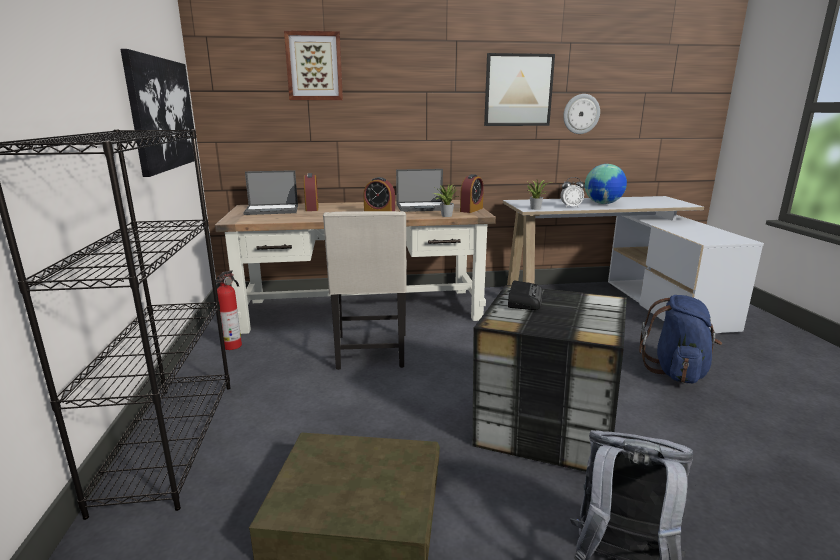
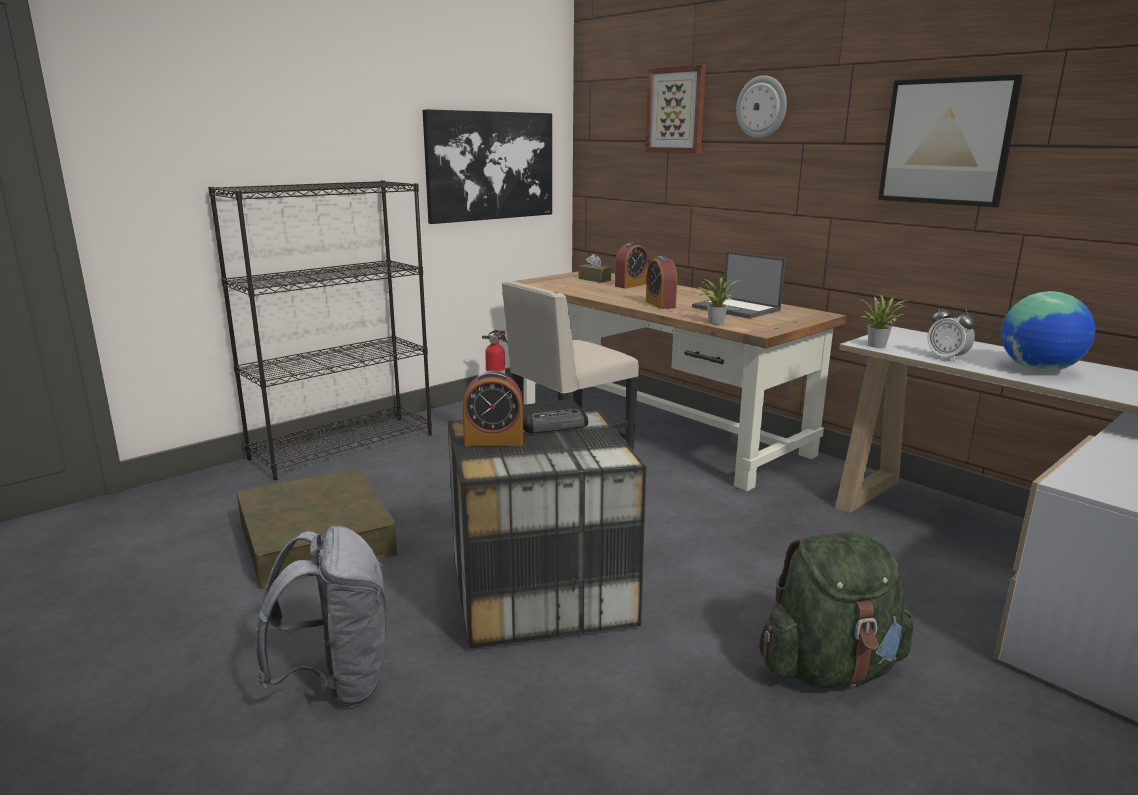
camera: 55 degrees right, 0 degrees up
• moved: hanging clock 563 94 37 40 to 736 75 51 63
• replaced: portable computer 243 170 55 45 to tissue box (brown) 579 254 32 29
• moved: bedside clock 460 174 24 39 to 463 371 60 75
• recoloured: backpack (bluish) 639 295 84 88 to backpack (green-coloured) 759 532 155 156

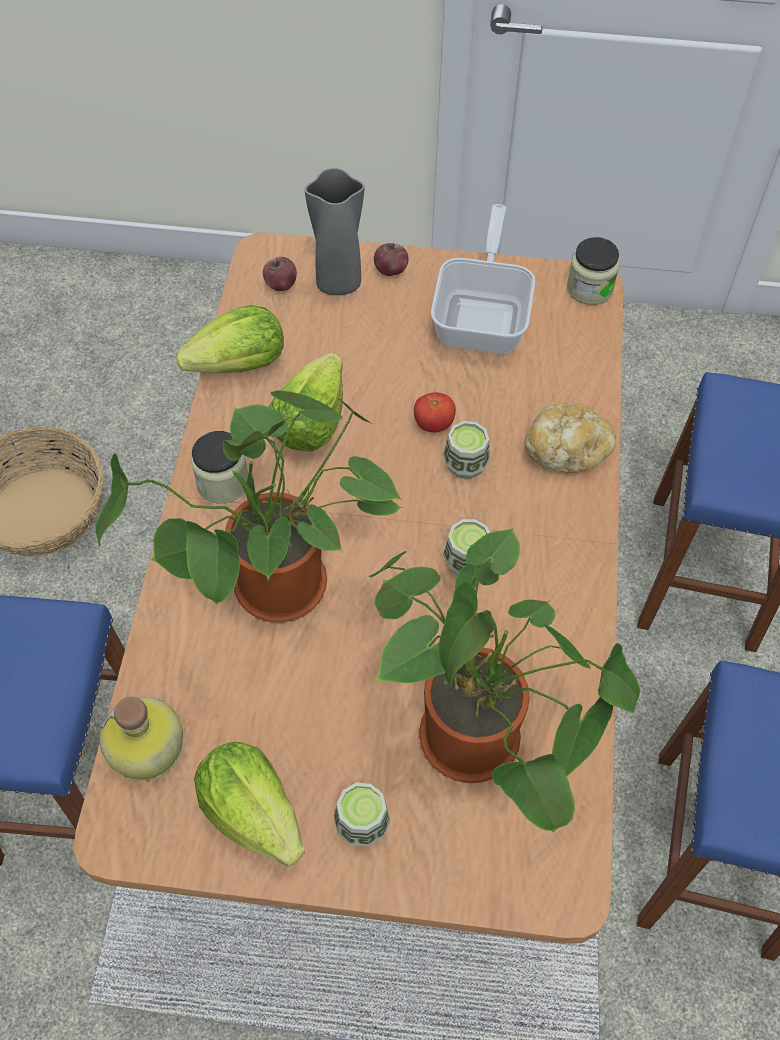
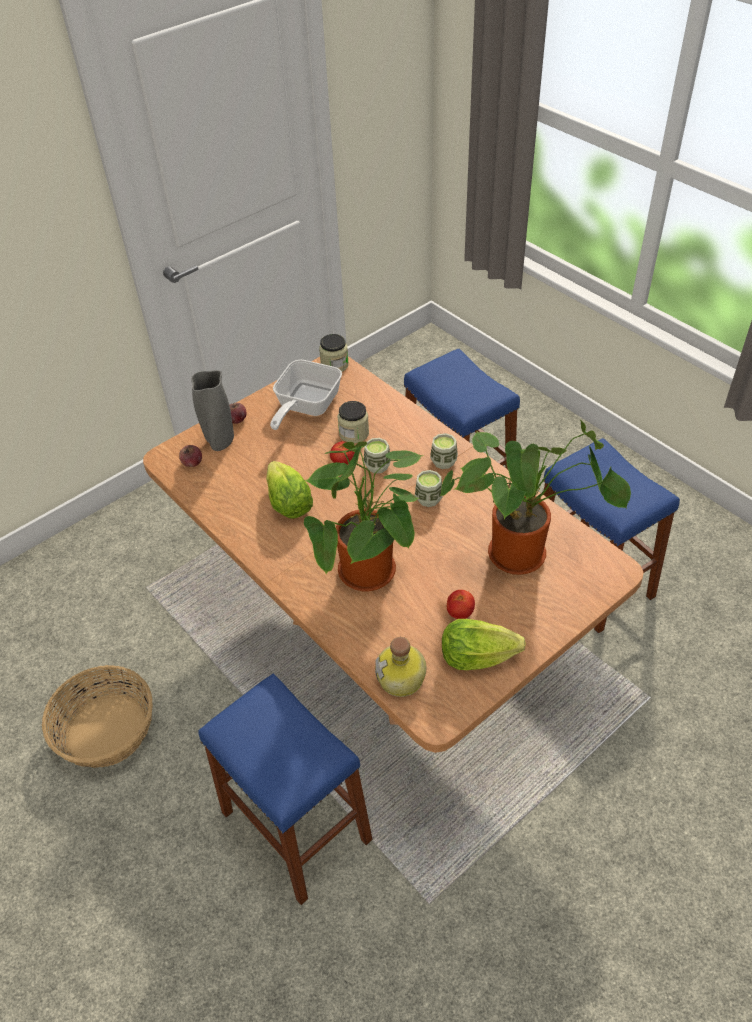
camera: 45 degrees left, 10 degrees down
• turned: skillet 431 204 104 150 = 270 360 72 70 120 degrees counterclockwise
• removed: lettuce 176 305 108 69
• removed: baked bread 524 402 92 71
• moved: storage jar 191 431 57 73 to 337 401 32 43
• moved: drinking cup 334 783 56 63 to 430 433 28 36
• added: whole tomato 447 590 28 29

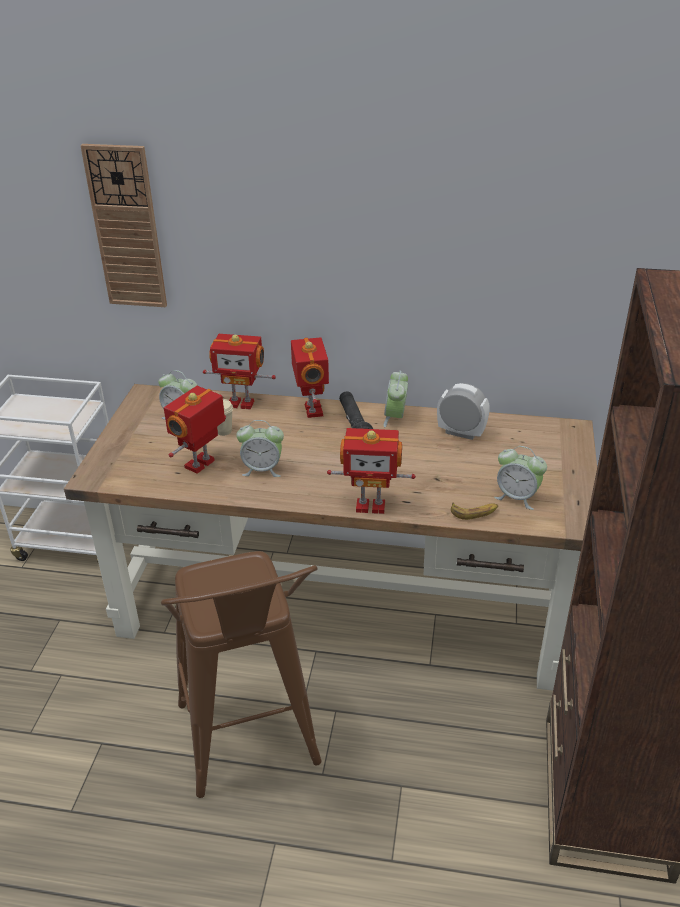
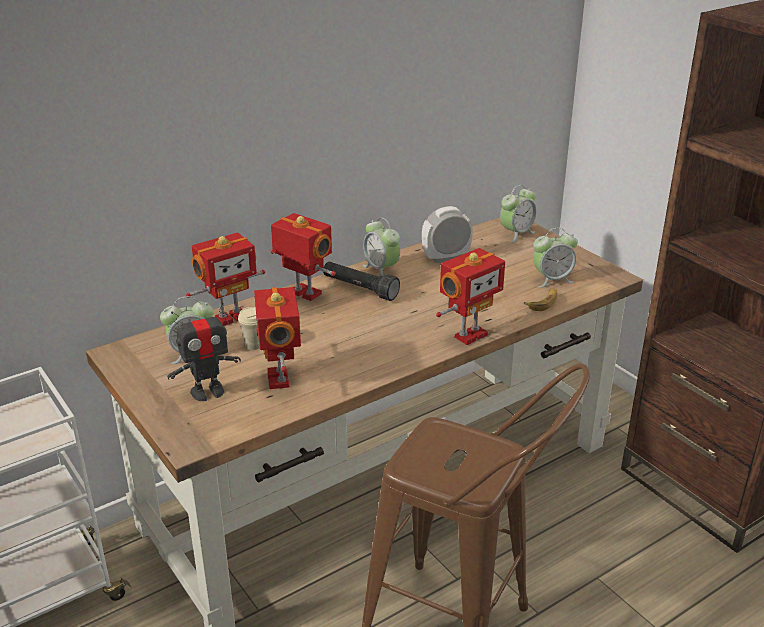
camera: 45 degrees left, 5 degrees down
• removed: hanging clock 80 144 87 163
• moved: bedside clock 236 420 48 57 to 500 185 37 57
• added: model robot 167 302 74 99

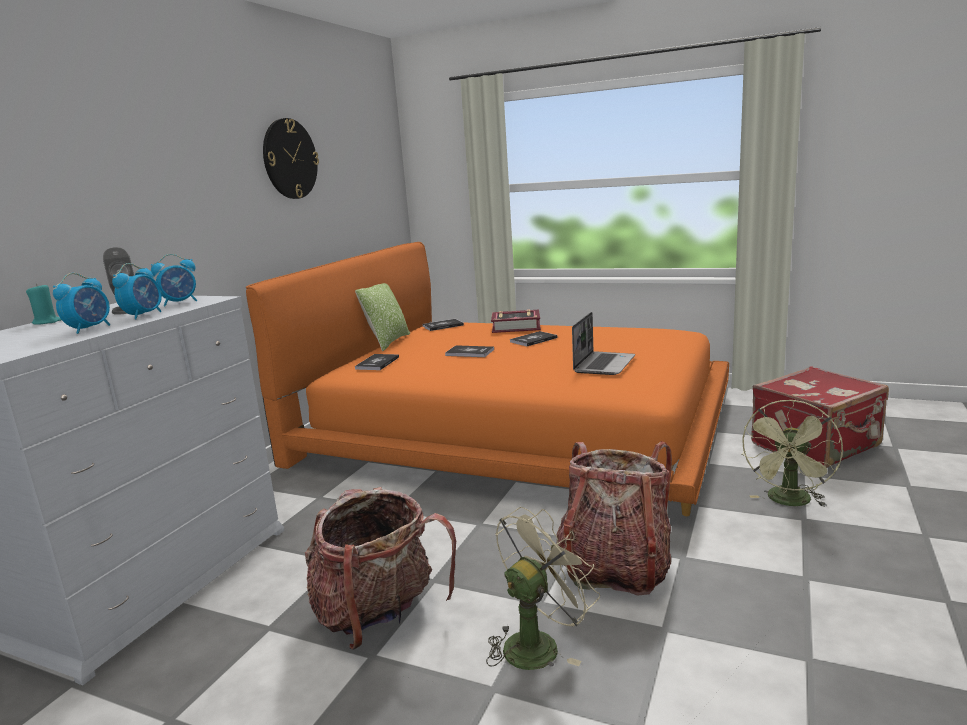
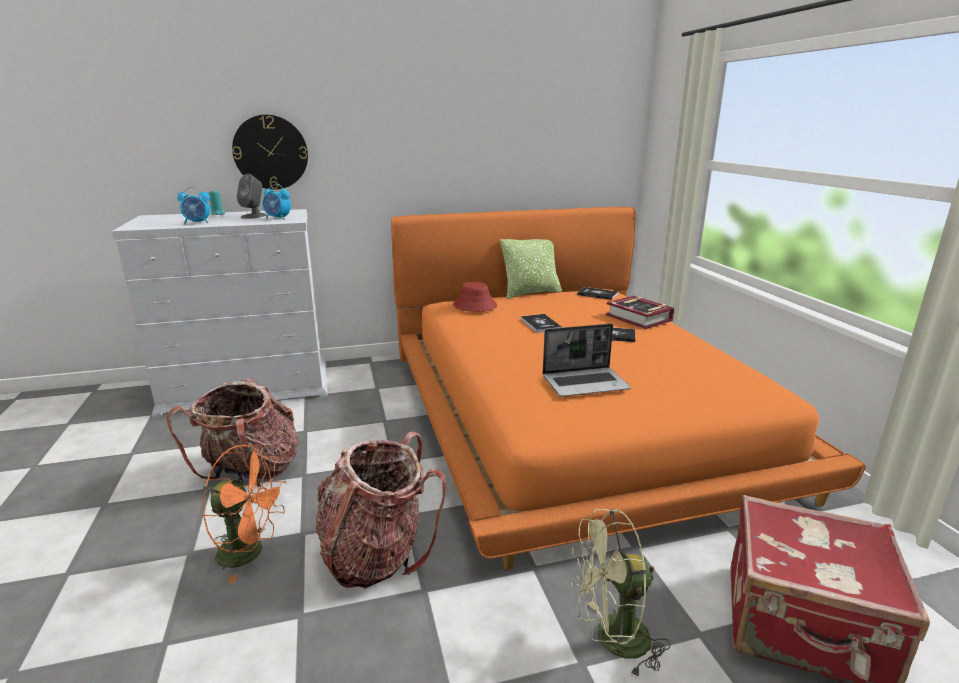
camera: 50 degrees right, 5 degrees up
• moved: hanging clock 263 118 56 81 to 232 115 76 75
• removed: bedside clock 112 263 50 57
• replaced: volume 355 354 44 16 to hat (reddish) 453 282 44 30
• recoloured: cooling fan (beige-coloured) 486 507 114 163 to cooling fan (orange) 203 444 84 139

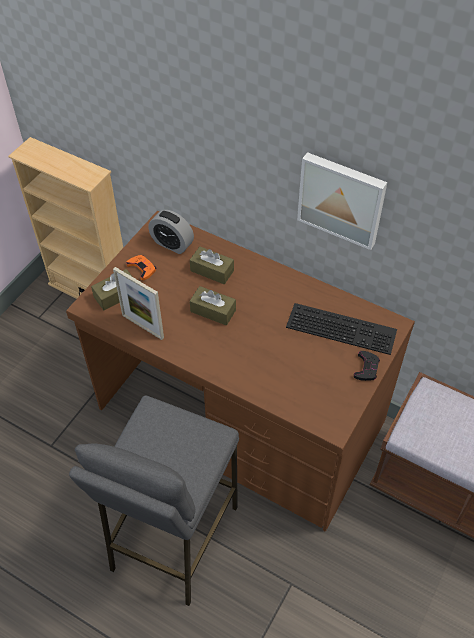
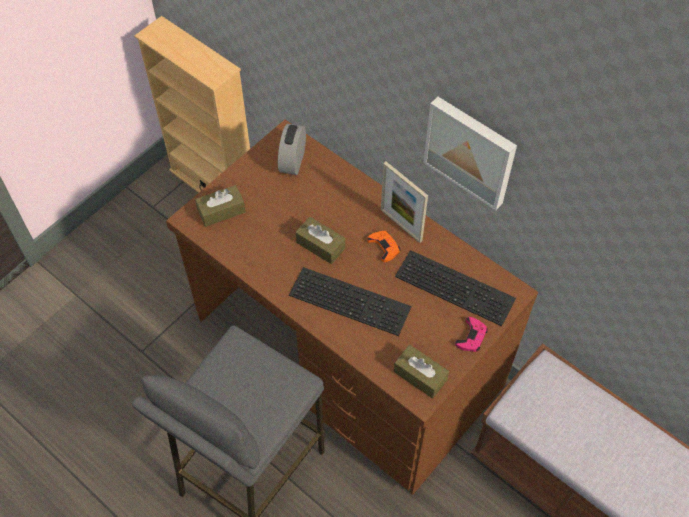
camera: 10 degrees right, 5 degrees up
• turned: bedside clock 148 210 46 44 = 278 124 28 51 60 degrees clockwise
• moved: tissue box (brown) 190 246 44 38 to 394 345 55 54
• moved: joypad (orange) 126 255 30 25 to 367 231 34 31
• moved: picture frame 113 267 51 73 to 381 162 47 81
• recoloured: joypad (black) 354 351 26 30 to joypad (pinkish) 455 317 33 35
• added: computer keyboard 289 267 122 69

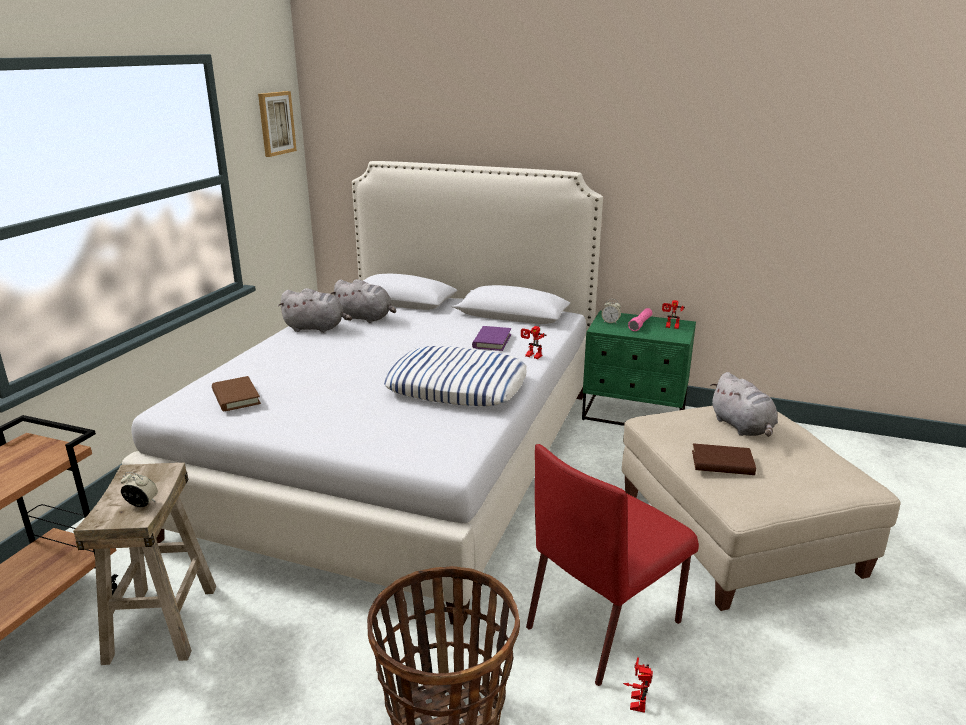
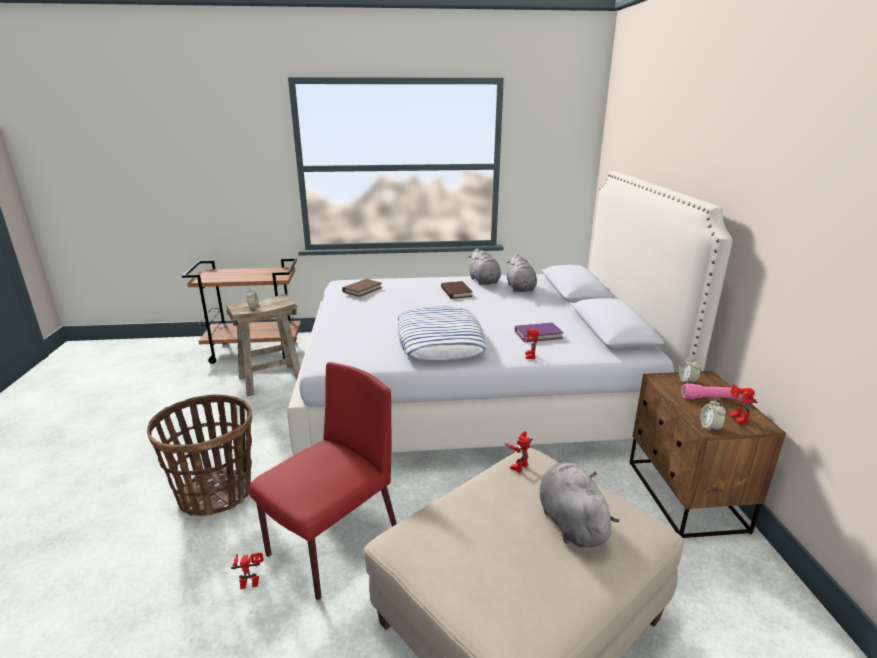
camera: 65 degrees right, 0 degrees up
• removed: picture 258 91 39 66
• recoloured: nightstand (green-coloured) 582 311 114 115 to nightstand (brown) 630 371 156 167
• turned: cuddly toy (greyish) 710 372 68 65 = 540 461 80 86 120 degrees clockwise
• turned: chair (reddish) 526 444 173 242 = 249 362 148 238 105 degrees clockwise
• moved: volume (brown) 692 444 64 31 to 441 281 32 18
• added: bedside clock 700 398 26 34
• added: model robot 504 431 29 42

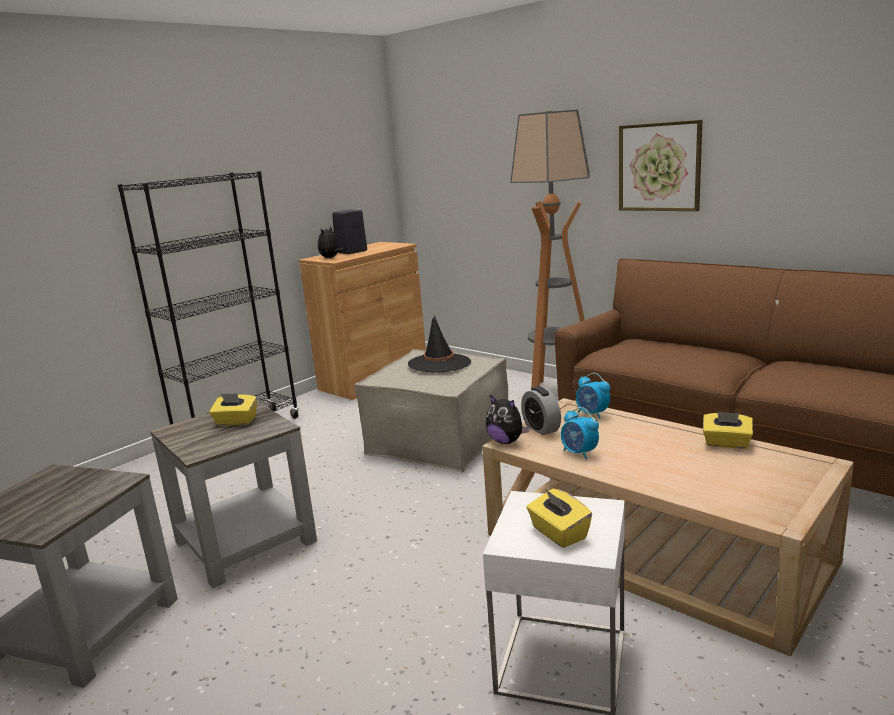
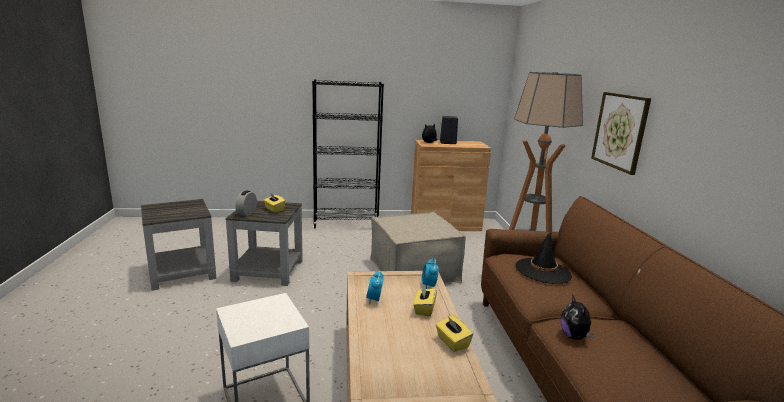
camera: 40 degrees right, 0 degrees up
• moved: hat (black) 408 315 63 57 to 515 231 57 53
• moved: bedside clock 521 387 40 48 to 236 191 21 25
• moved: cuddly toy 486 394 44 50 to 560 296 34 44
• moved: tissue box (yellowish) 526 489 66 59 to 413 284 24 33

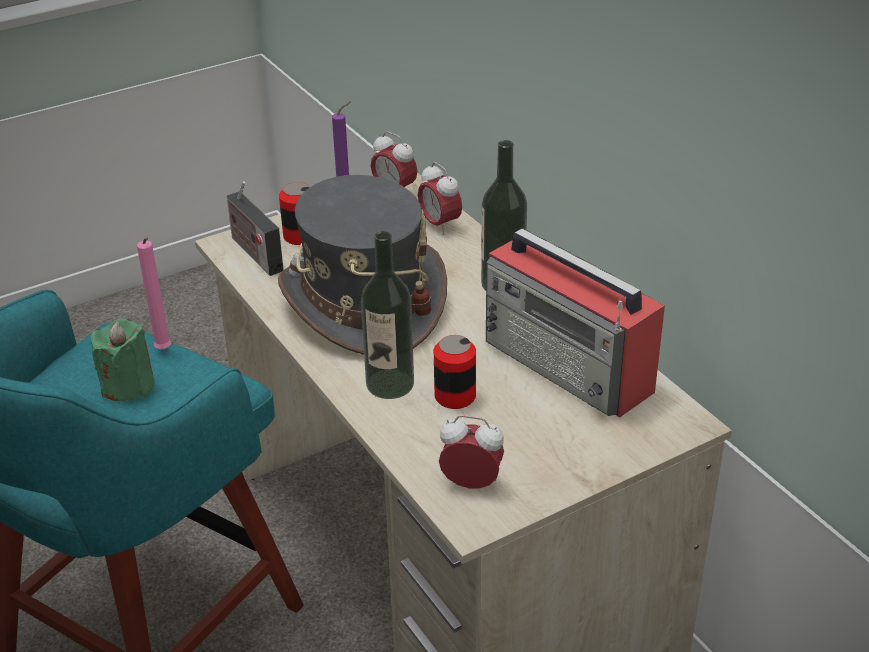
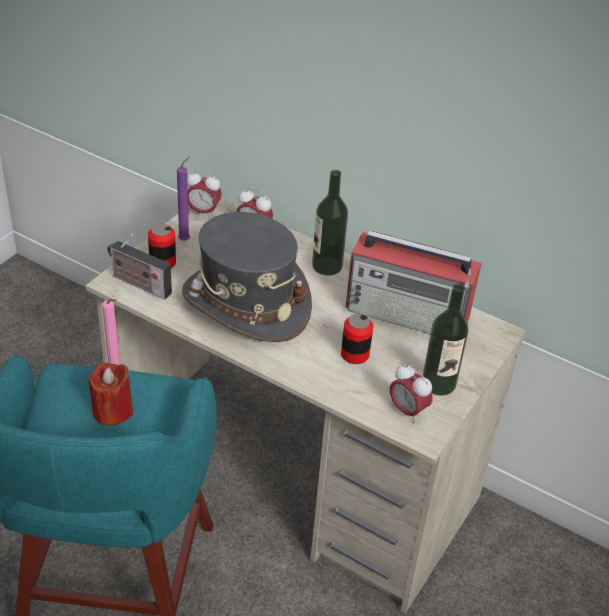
camera: 30 degrees left, 5 degrees up
• moved: beverage bottle 361 231 53 168 to 423 284 45 112
• recoloured: candle (green-coloured) 91 318 63 84 to candle (reddish) 89 363 44 63
• turned: bedside clock 439 415 65 73 = 390 364 43 59 120 degrees counterclockwise

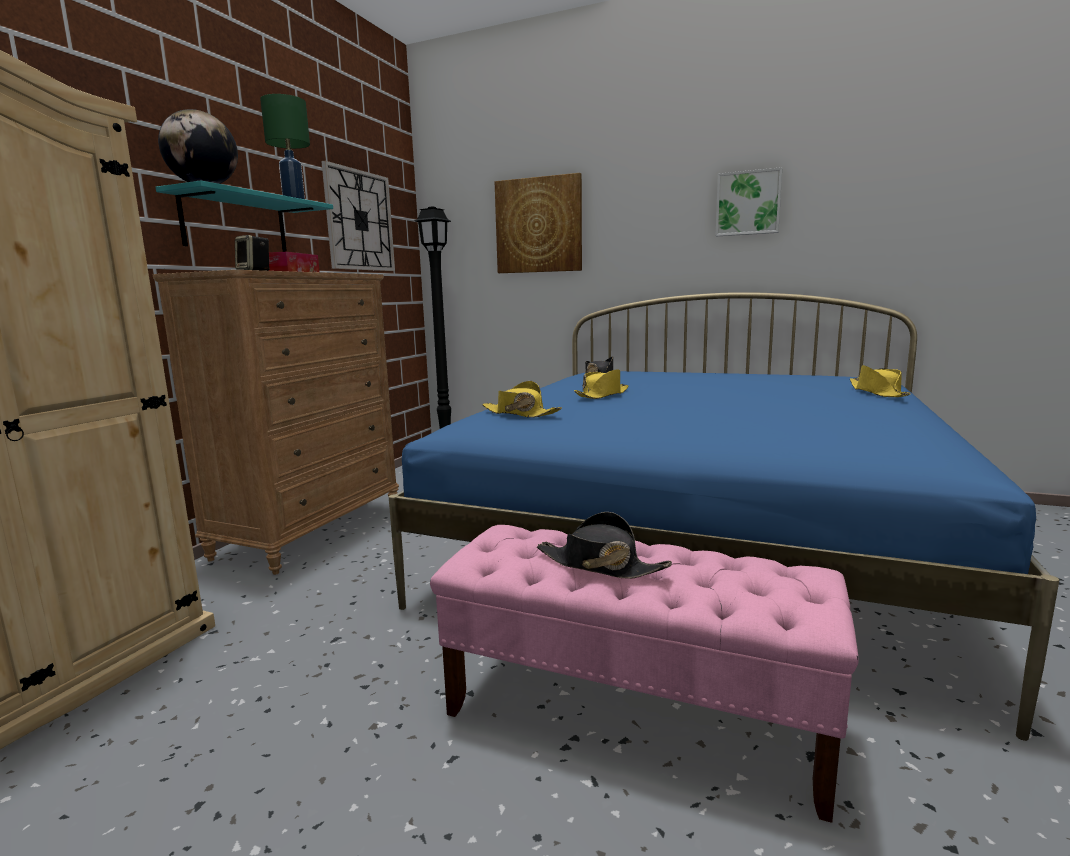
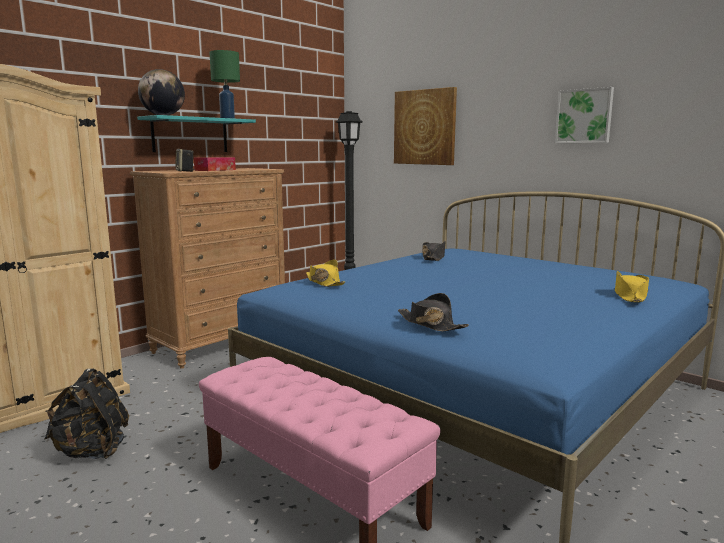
camera: 20 degrees right, 0 degrees up
• removed: hanging clock 321 161 74 110
• removed: hat (yellowish) 574 370 55 29
• moved: hat (black) 537 512 135 67 to 398 293 71 39
• added: backpack (black) 44 368 85 91

